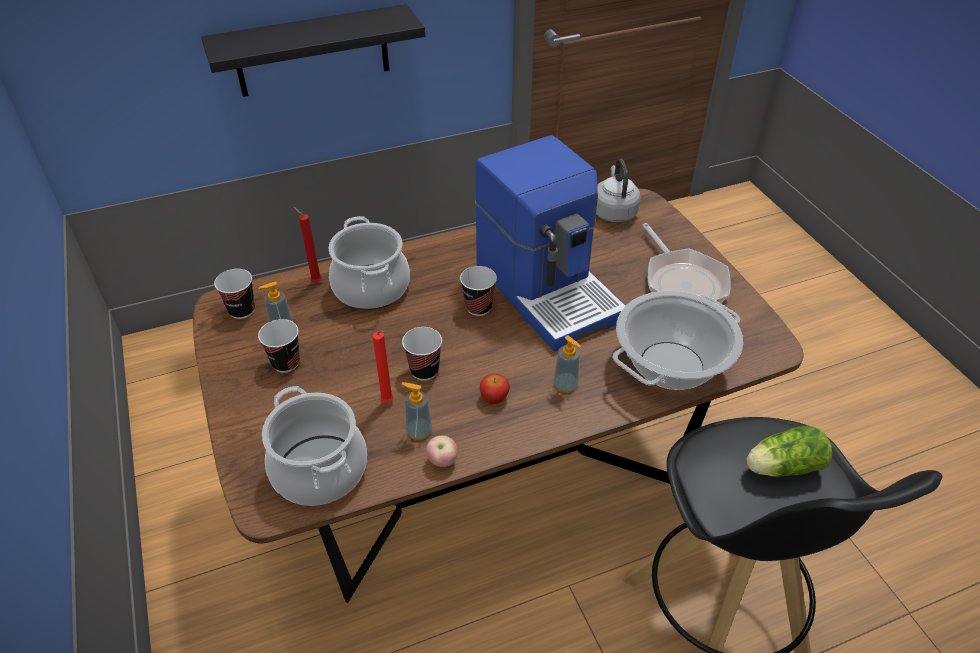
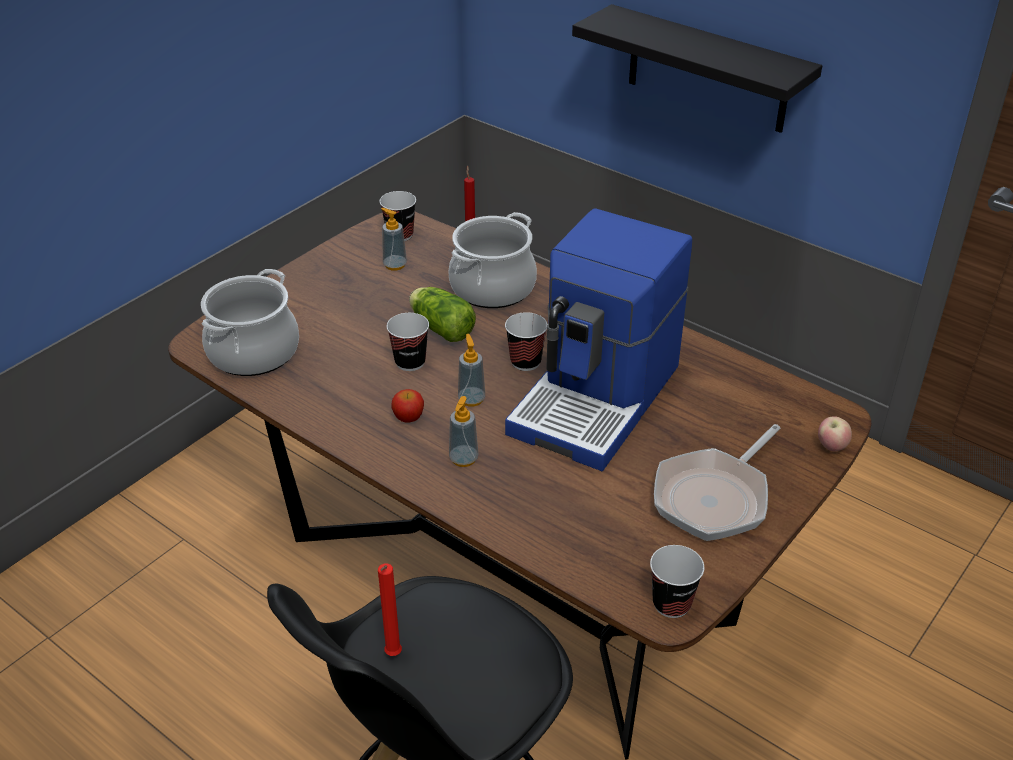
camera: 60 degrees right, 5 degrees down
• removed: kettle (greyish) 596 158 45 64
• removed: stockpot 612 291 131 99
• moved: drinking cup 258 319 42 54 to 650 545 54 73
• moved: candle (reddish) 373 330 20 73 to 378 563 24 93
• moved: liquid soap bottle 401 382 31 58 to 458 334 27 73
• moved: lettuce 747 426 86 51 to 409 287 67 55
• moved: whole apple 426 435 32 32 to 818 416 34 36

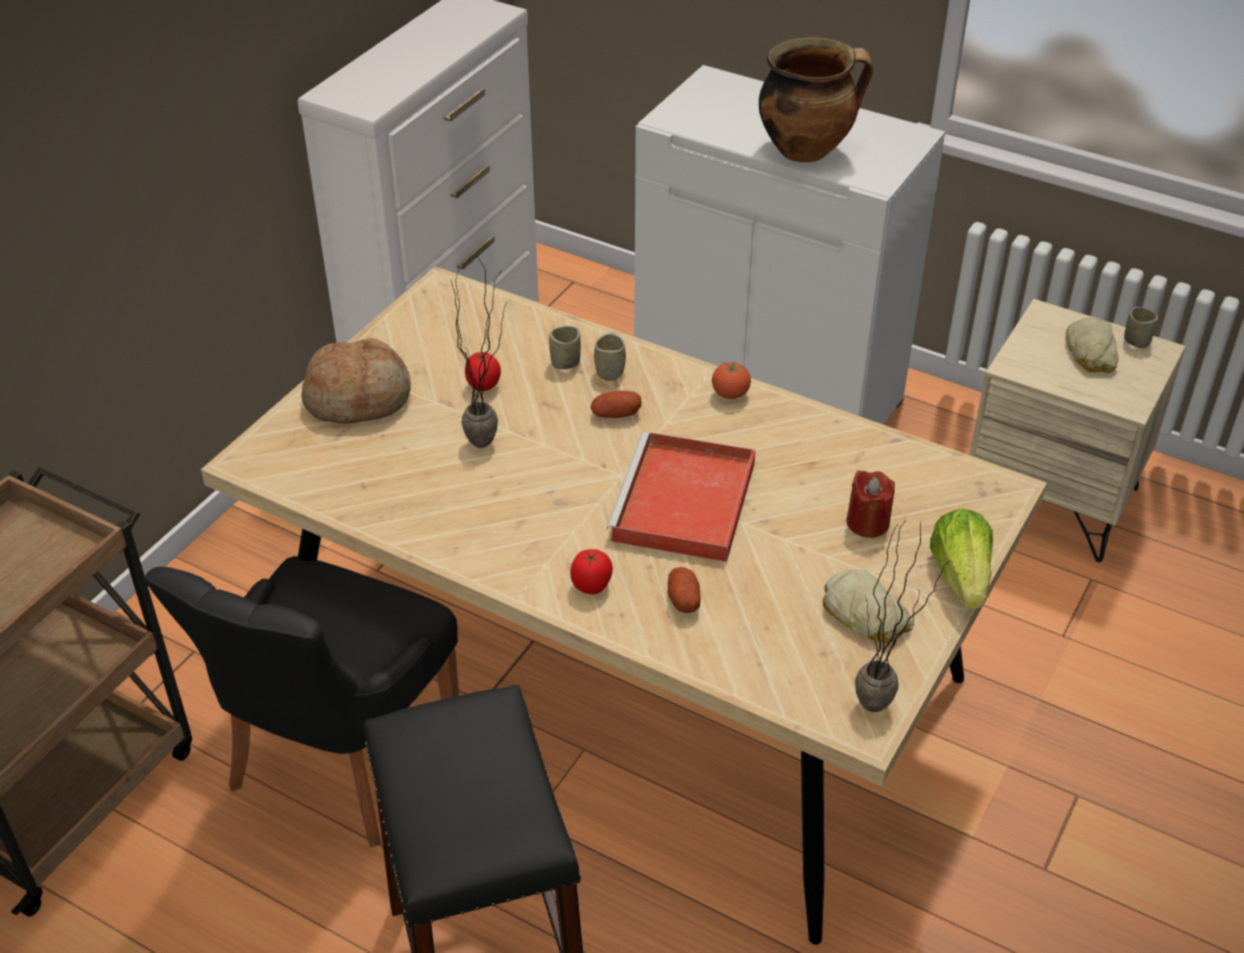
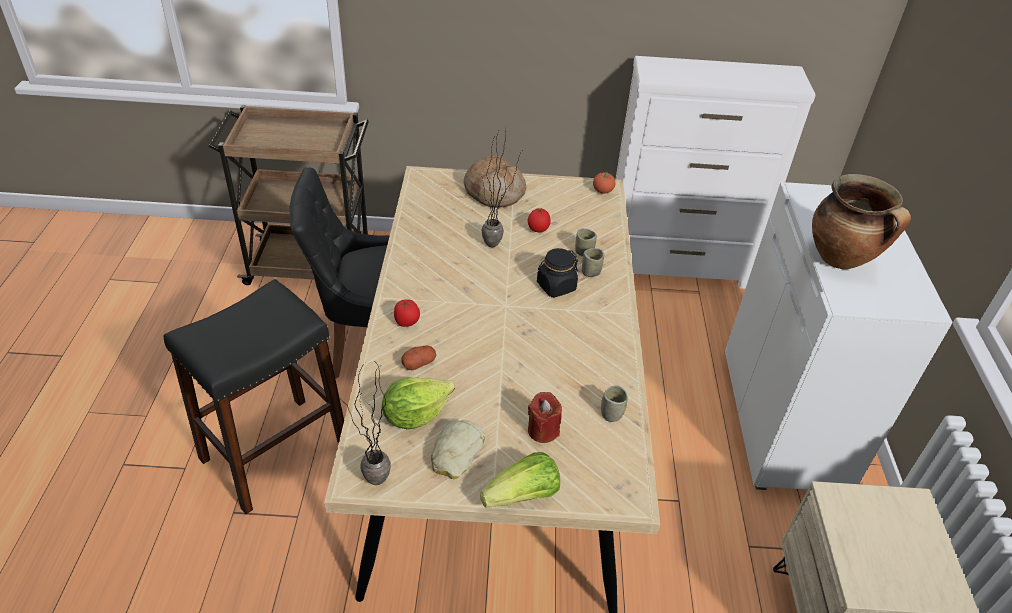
camera: 60 degrees right, 0 degrees up
• moved: drinking cup 1124 307 34 41 to 601 386 26 36
• removed: baked bread 1066 318 53 55
• moved: whole tomato 712 361 39 38 to 593 172 23 22
• replaced: potato 591 391 50 27 to storage jar (black) 537 248 41 49
• removed: serving tray (reddish) 607 432 149 130
• added: lettuce 382 377 73 52

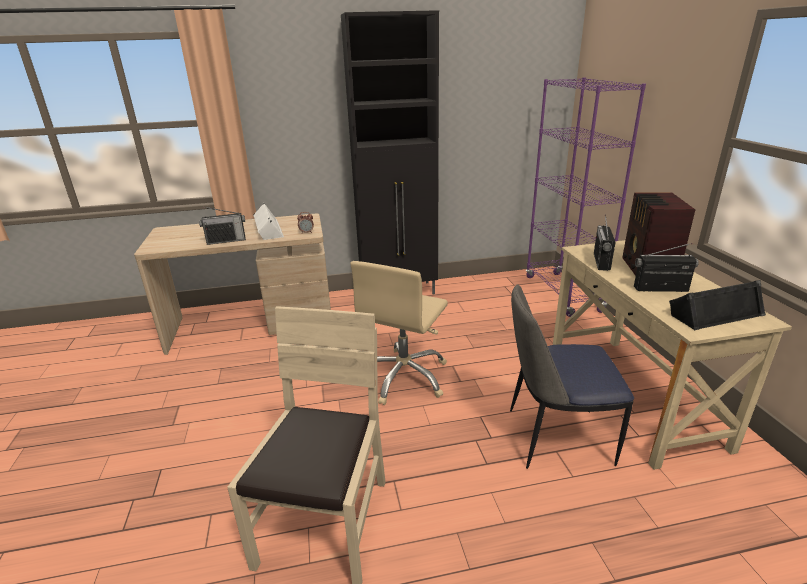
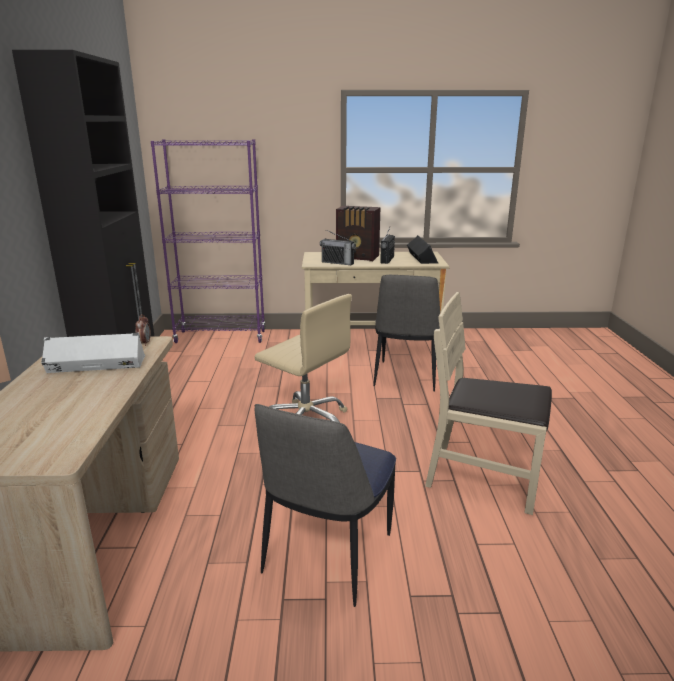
camera: 80 degrees left, 5 degrees down
• removed: radio receiver 199 207 47 38
• added: chair 254 404 142 203

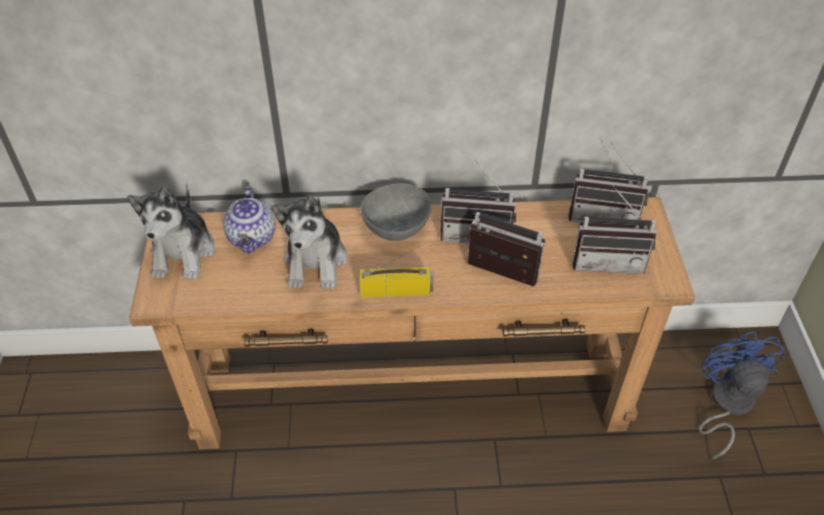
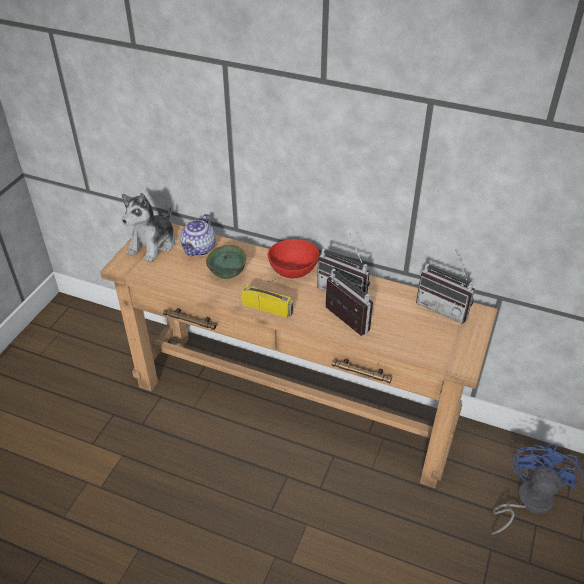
camera: 25 degrees right, 5 degrees down
• recoloured: deep dish (greyish) 361 183 70 58 to deep dish (reddish) 268 239 51 39
• removed: radio receiver 572 186 84 88
• replaced: cuddly toy 271 196 77 93 to deep dish (green-coloured) 206 245 40 34

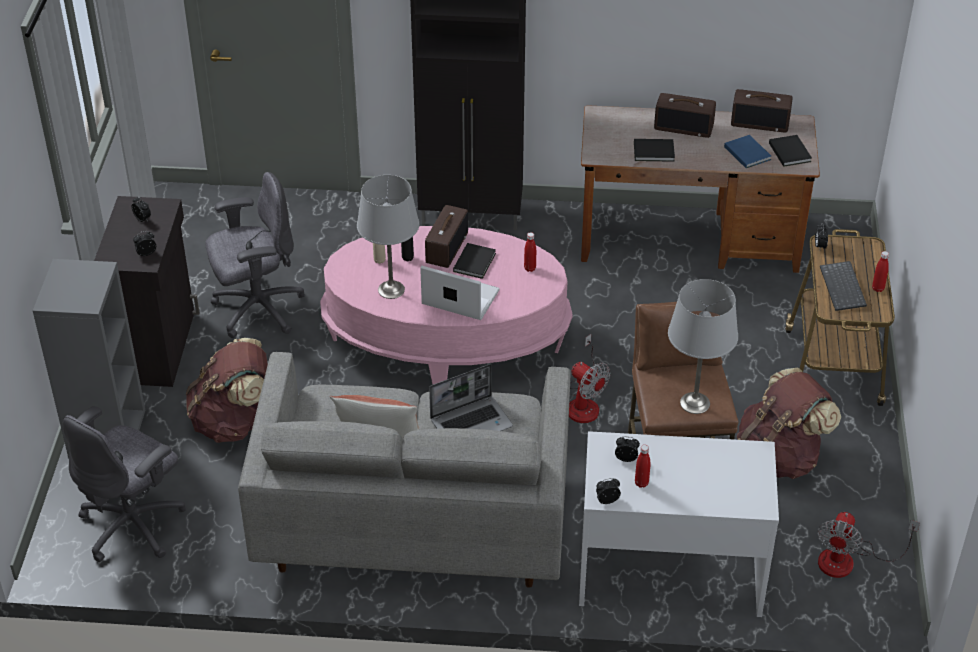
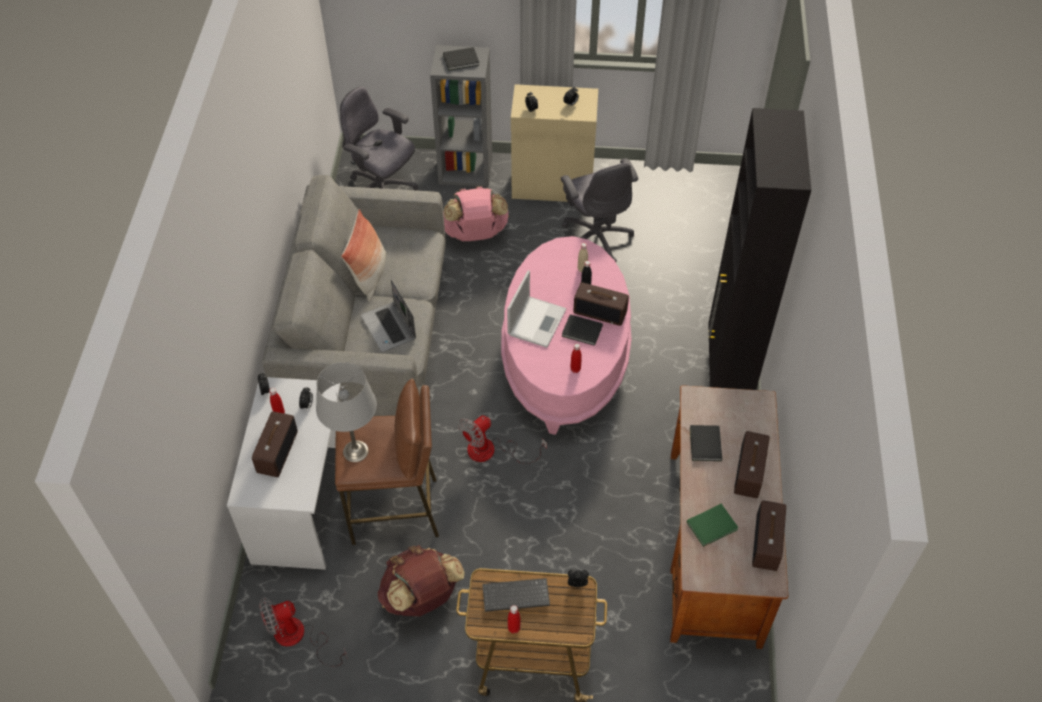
camera: 90 degrees right, 10 degrees up
• recoloured: volume (bluish) 724 135 47 33 to volume (green-coloured) 687 504 51 43
• moved: volume (black) 769 135 43 32 to 443 47 36 24
• removed: table lamp (greyish) 357 175 62 124
• recoloured: cabinet (black) 94 196 106 191 to cabinet (beige-coloured) 511 84 87 118
• recoloured: backpack (brown) 186 338 82 105 to backpack (pinkish) 443 186 66 55
• turned: cooling fan 817 512 103 66 = 259 598 89 69 45 degrees counterclockwise
• added: radio receiver 252 411 46 66

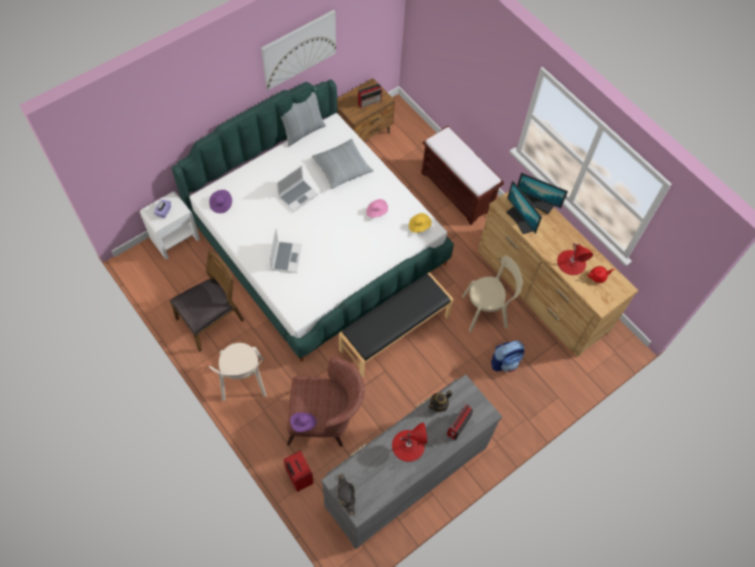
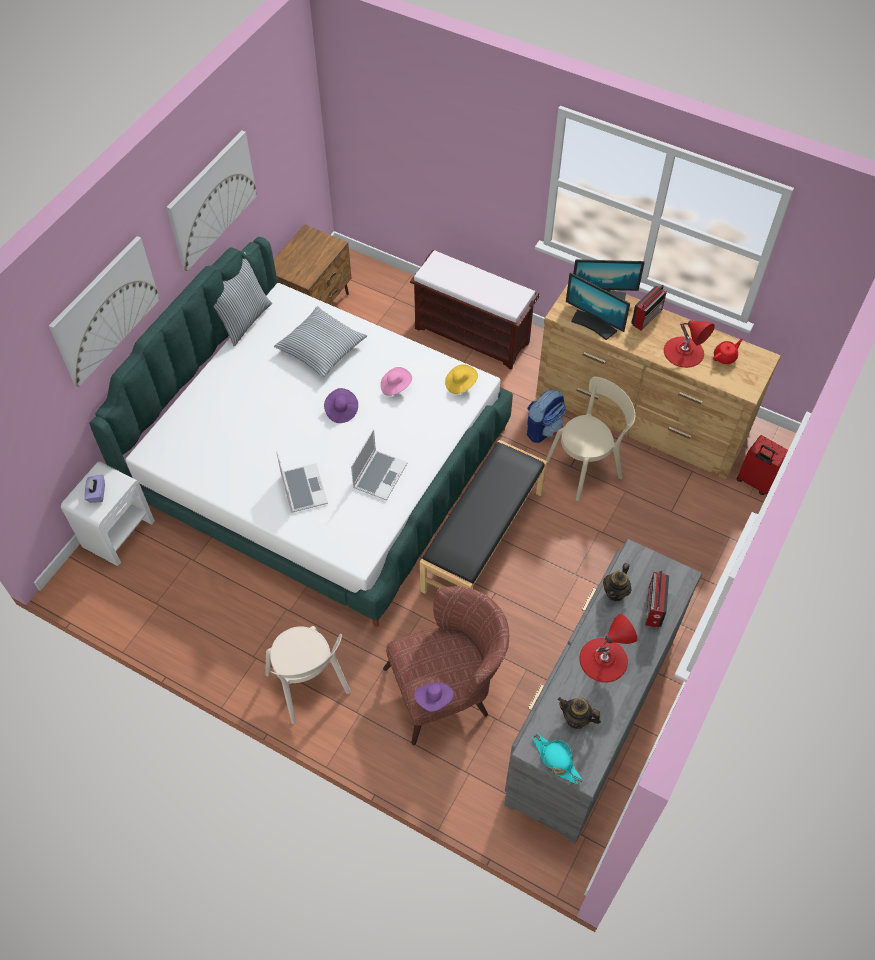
camera: 20 degrees left, 5 degrees down
• moved: radio receiver 358 84 24 24 to 631 285 36 46
• moved: portable computer 277 165 41 47 to 351 429 57 72
• moved: hat (purple-coloured) 209 190 23 23 to 324 388 34 35
• removed: chair (brown) 170 250 74 102
• moved: backpack 491 340 34 32 to 527 389 39 54
• moved: piece of luggage (reddish) 283 451 31 41 to 737 435 51 60
• recoloured: hat (black) 337 474 18 42 to hat (blue-green) 532 733 51 52
• added: picture 49 236 111 151
• added: tea pot 558 697 43 32

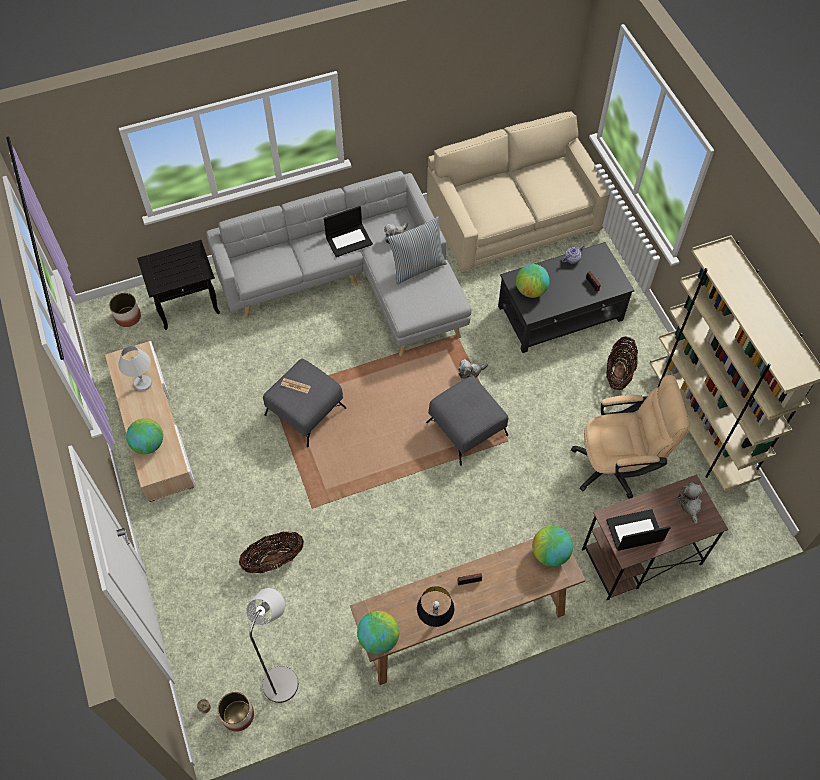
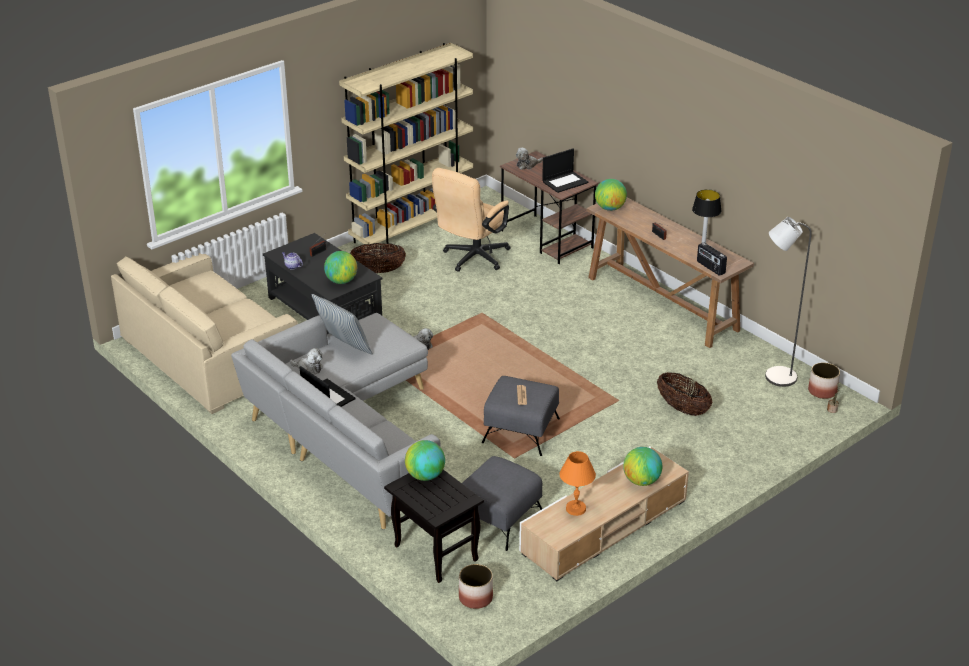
camera: 110 degrees left, 25 degrees down
• recoloured: table lamp (whitish) 118 346 34 45 to table lamp (orange) 560 451 36 65
• turned: desk chair (beige-coloured) 571 375 118 124 = 432 168 79 104 120 degrees counterclockwise
• moved: ottoman (greyish) 426 376 82 90 to 462 456 80 95
• turned: portable computer 606 509 65 42 = 542 148 46 45 90 degrees counterclockwise
• moved: globe 357 611 43 43 to 405 440 40 41
• added: radio receiver 697 242 30 34

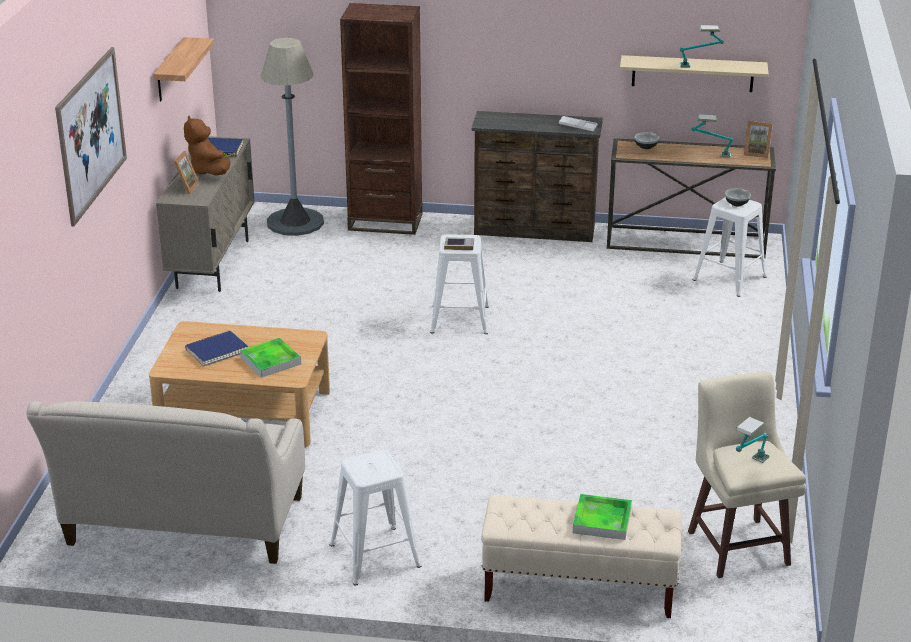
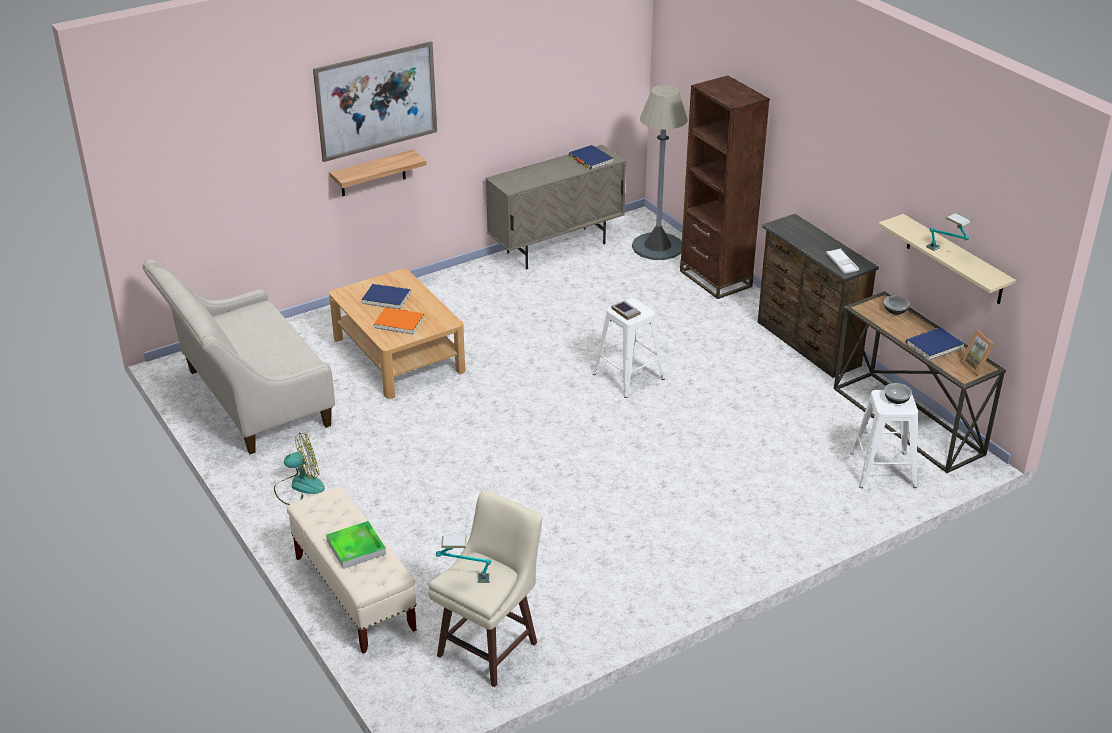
camera: 50 degrees right, 5 degrees up
• moved: shelf 153 37 61 64 to 330 150 97 46
• replaced: table lamp 692 114 42 44 to volume (bluish) 906 327 59 34
• removed: cuddly toy (brown) 184 116 47 59
• removed: picture frame 167 151 32 43
• replaced: serving tray 240 338 61 40 to volume (orange) 374 307 51 28
• replaced: sitting stool (whitish) 330 450 91 136 to cooling fan 274 433 51 72

